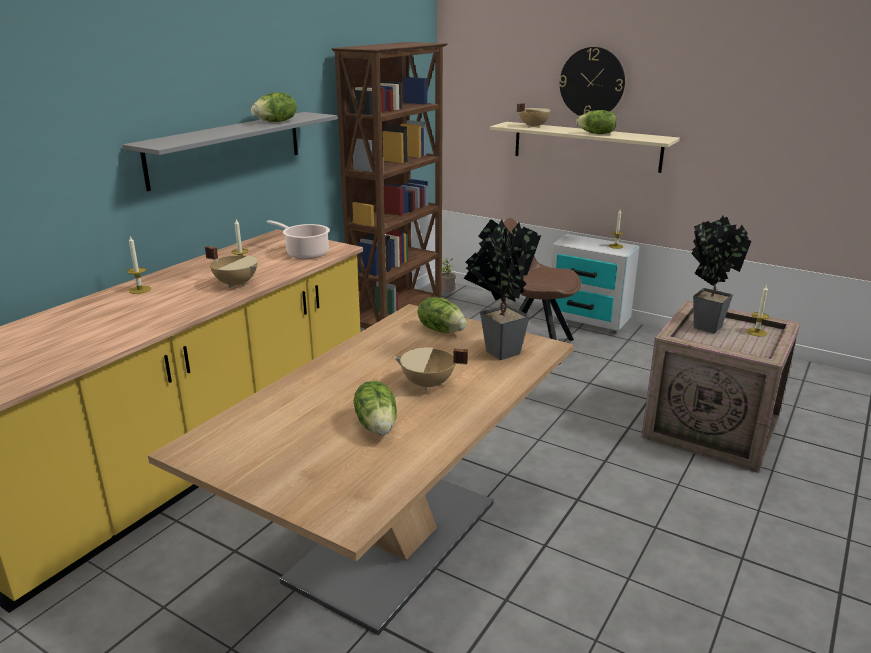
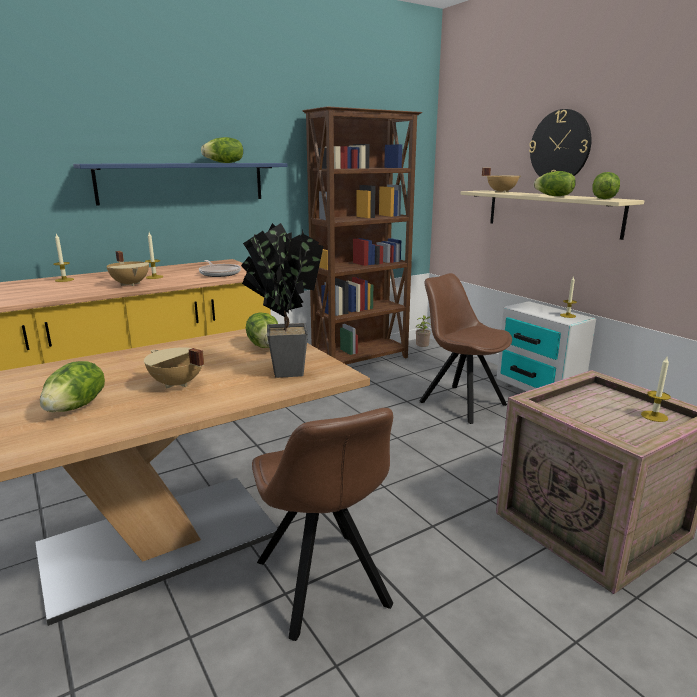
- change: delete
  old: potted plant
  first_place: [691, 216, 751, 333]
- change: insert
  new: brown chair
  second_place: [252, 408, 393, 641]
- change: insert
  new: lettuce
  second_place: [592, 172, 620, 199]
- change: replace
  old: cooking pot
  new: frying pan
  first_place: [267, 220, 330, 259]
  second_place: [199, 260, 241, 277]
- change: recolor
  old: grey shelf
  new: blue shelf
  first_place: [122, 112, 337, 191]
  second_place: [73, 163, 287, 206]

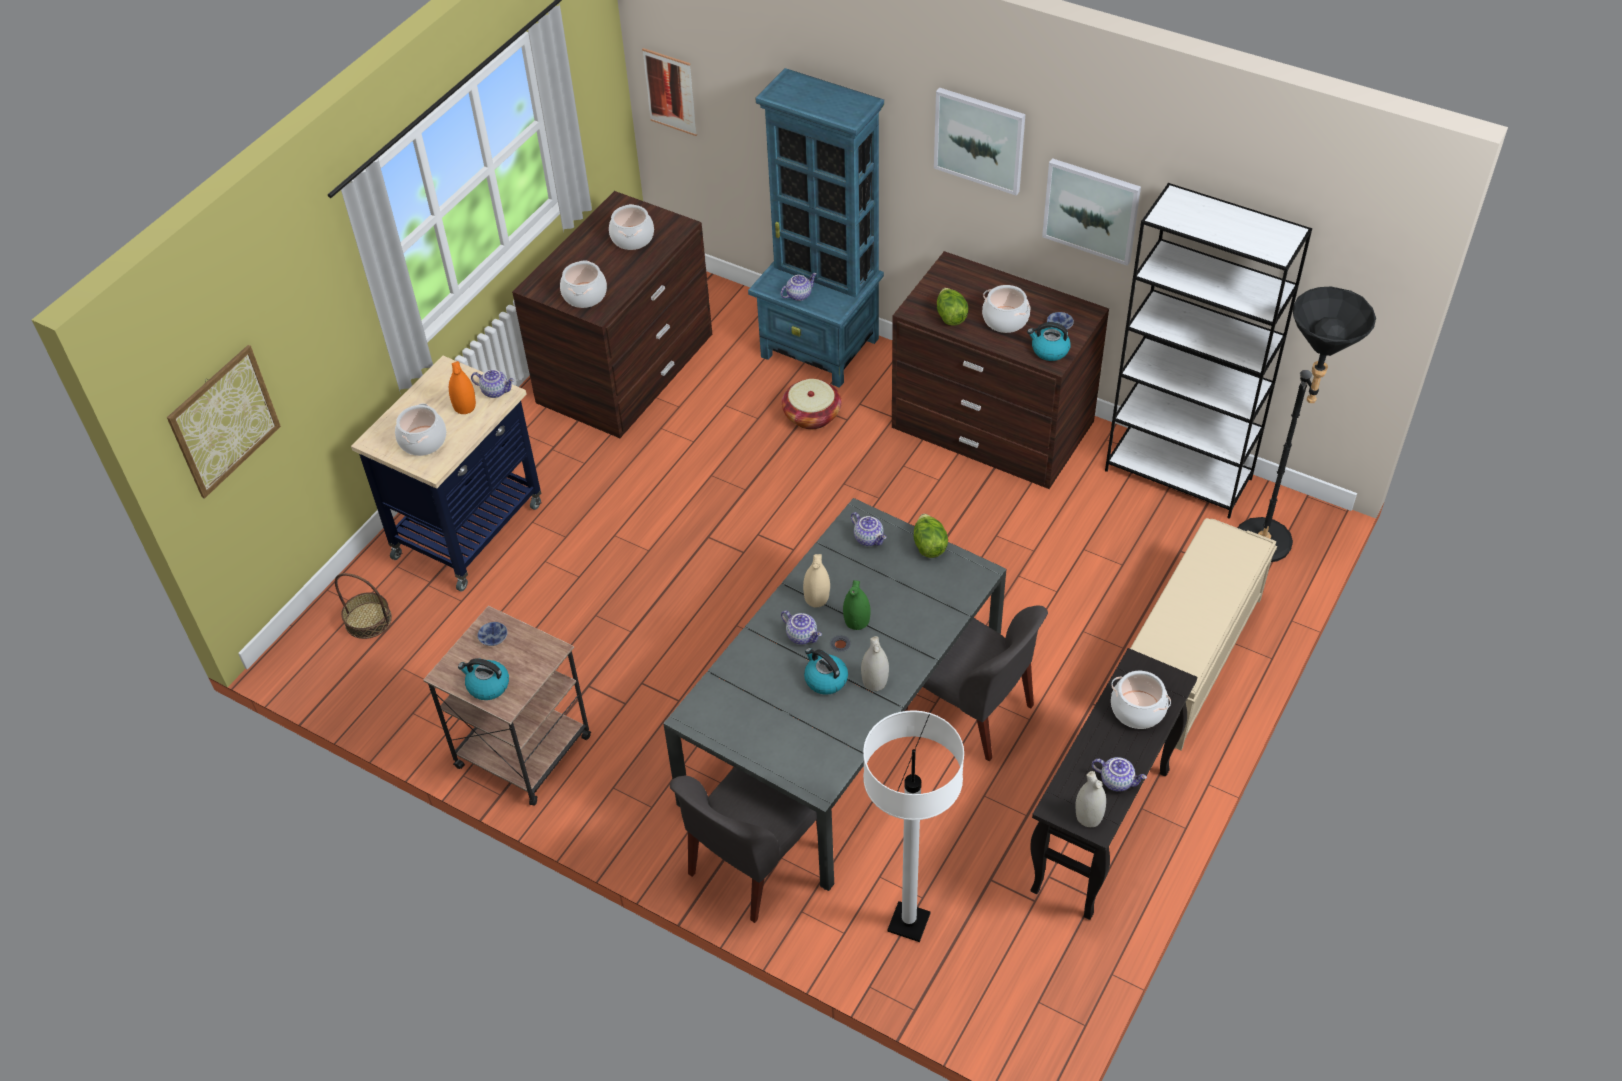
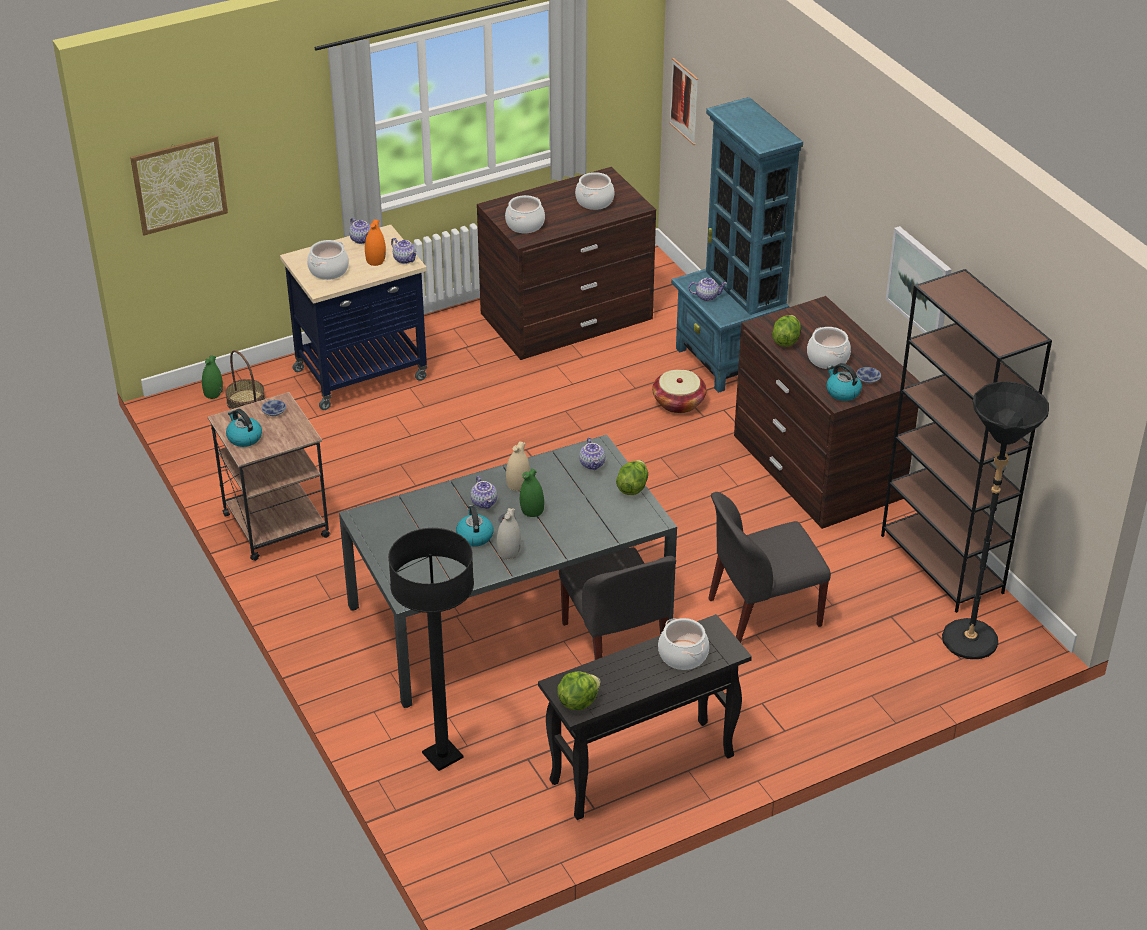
- change: delete
  old: picture
  first_place: [934, 87, 1025, 196]
- change: delete
  old: beige bench
  first_place: [1130, 518, 1277, 751]
- change: insert
  new: green vase
  second_place: [202, 355, 223, 399]
- change: move
  old: grey chair
  first_place: [670, 767, 818, 923]
  second_place: [708, 492, 831, 643]
- change: move
  old: teapot
  first_place: [1092, 757, 1147, 792]
  second_place: [349, 217, 371, 244]
- change: replace
  old: white vase
  new: lettuce
  first_place: [1075, 771, 1106, 827]
  second_place: [557, 671, 601, 710]
- change: recolor
  old: white floor lamp
  new: black floor lamp
  first_place: [863, 710, 964, 942]
  second_place: [388, 528, 474, 771]
- change: recolor
  old: white bookcase
  new: brown bookcase
  first_place: [1105, 183, 1312, 519]
  second_place: [881, 269, 1052, 613]

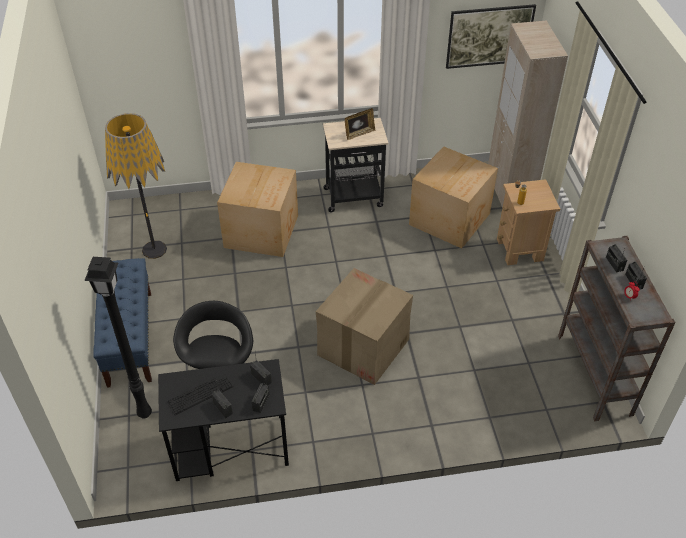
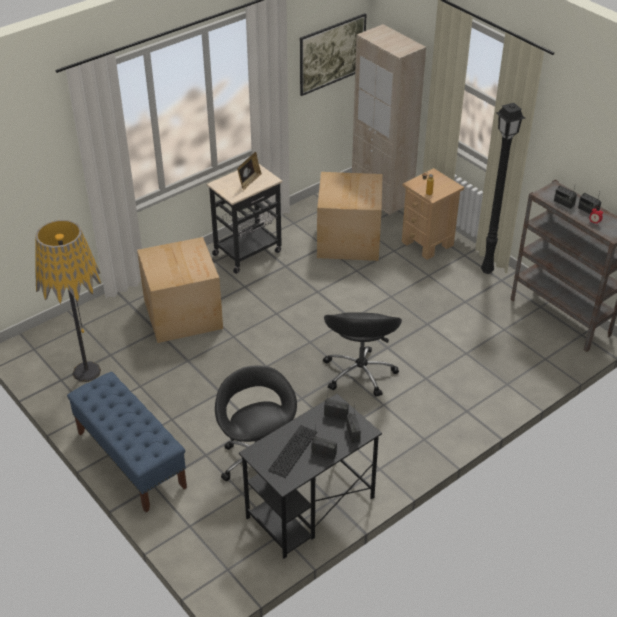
- change: move
  old: black floor lamp
  first_place: [84, 257, 152, 419]
  second_place: [481, 103, 525, 274]
- change: replace
  old: cardboard box
  new: black office chair
  first_place: [316, 268, 413, 385]
  second_place: [323, 312, 402, 397]

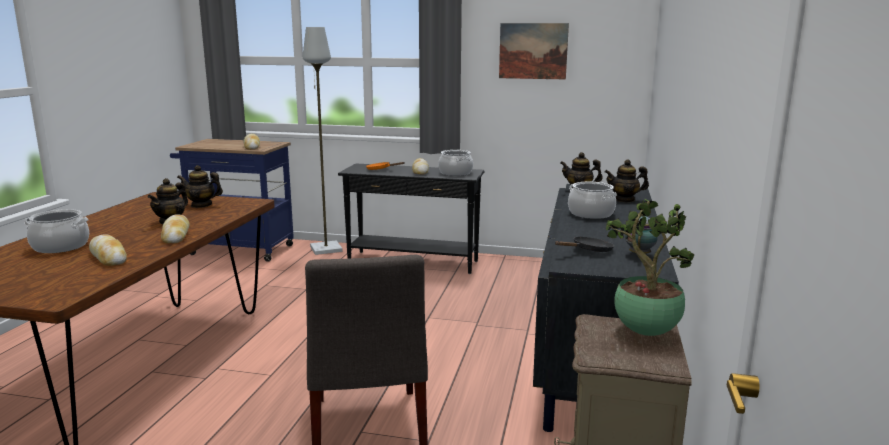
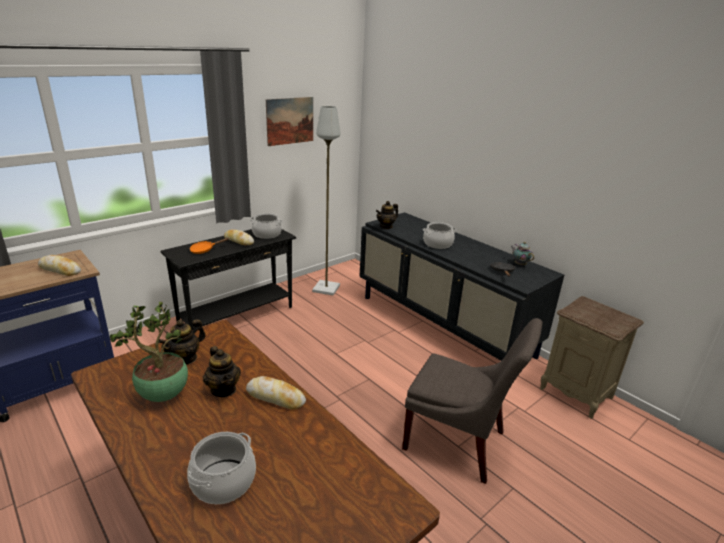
- change: delete
  old: bread
  first_place: [89, 234, 127, 266]
- change: delete
  old: teapot
  first_place: [605, 159, 649, 202]
- change: move
  old: grey floor lamp
  first_place: [303, 27, 343, 255]
  second_place: [312, 106, 341, 296]
- change: move
  old: potted plant
  first_place: [606, 198, 694, 336]
  second_place: [110, 302, 188, 402]

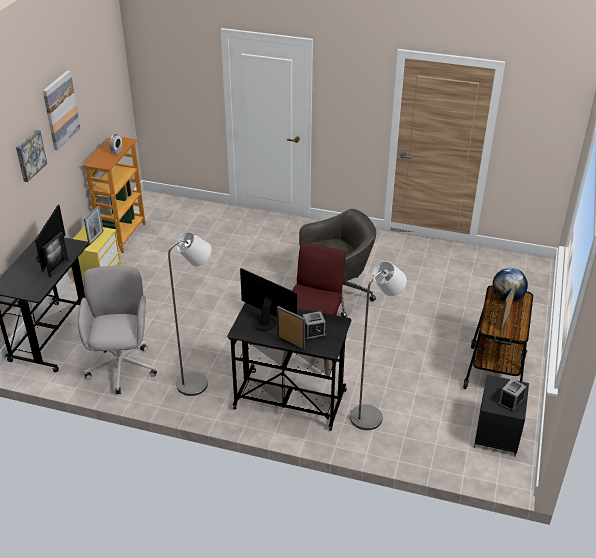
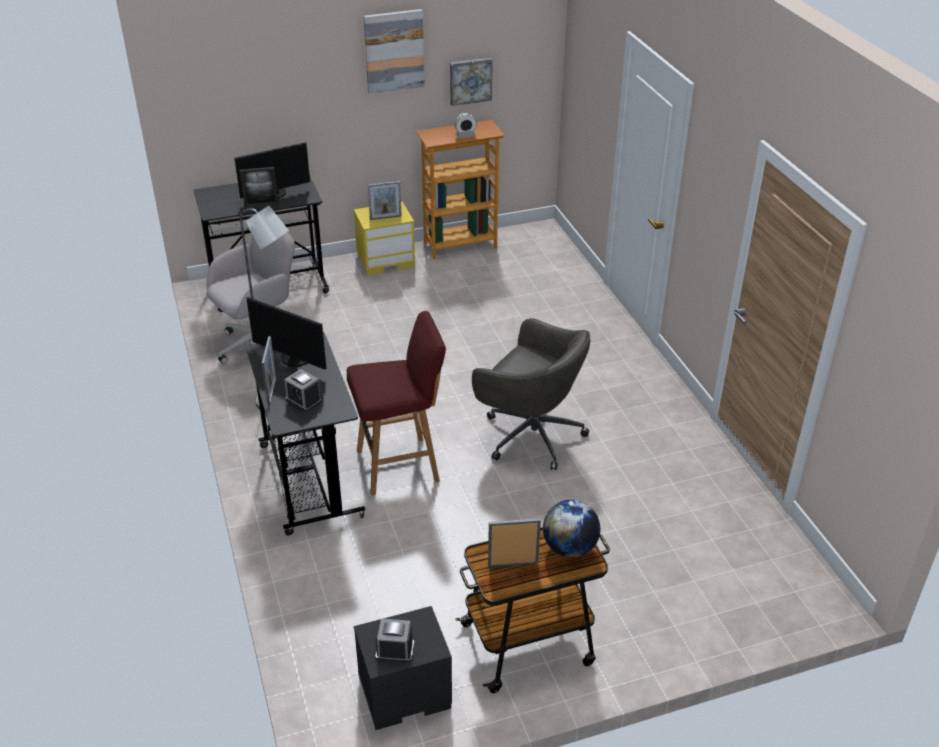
- change: delete
  old: grey floor lamp
  first_place: [350, 261, 407, 430]
- change: move
  old: picture
  first_place: [16, 129, 47, 182]
  second_place: [450, 58, 493, 106]
- change: rotate
  old: monitor
  first_place: [240, 268, 297, 331]
  second_place: [247, 297, 327, 369]
  degrees: 120

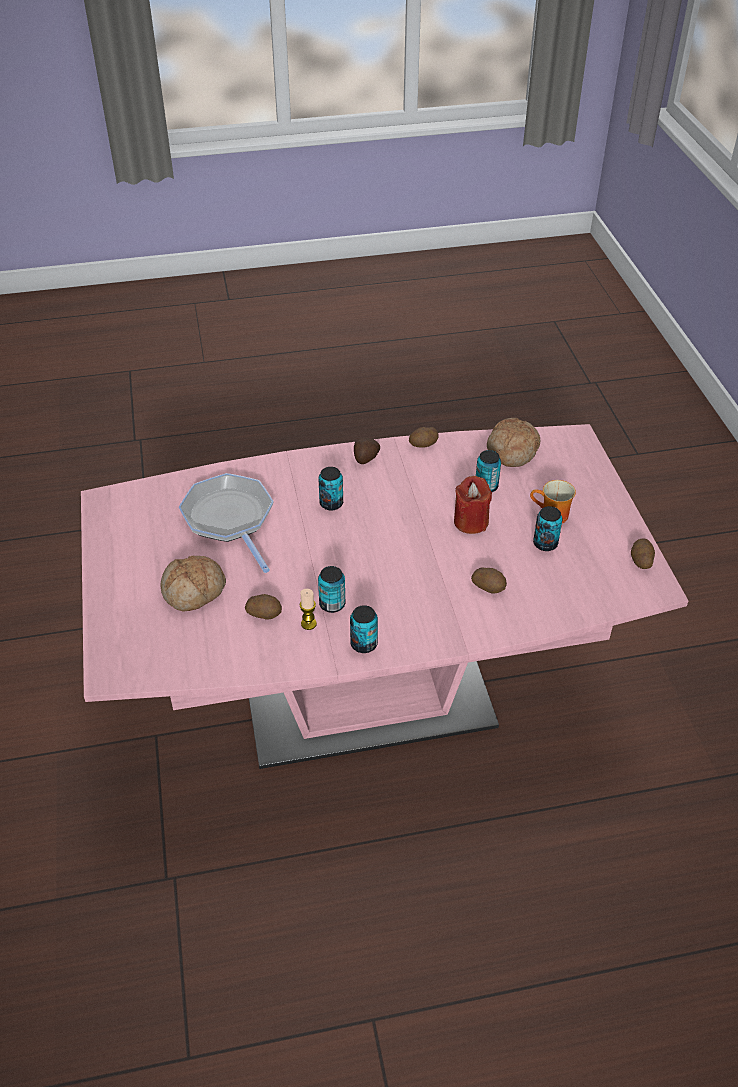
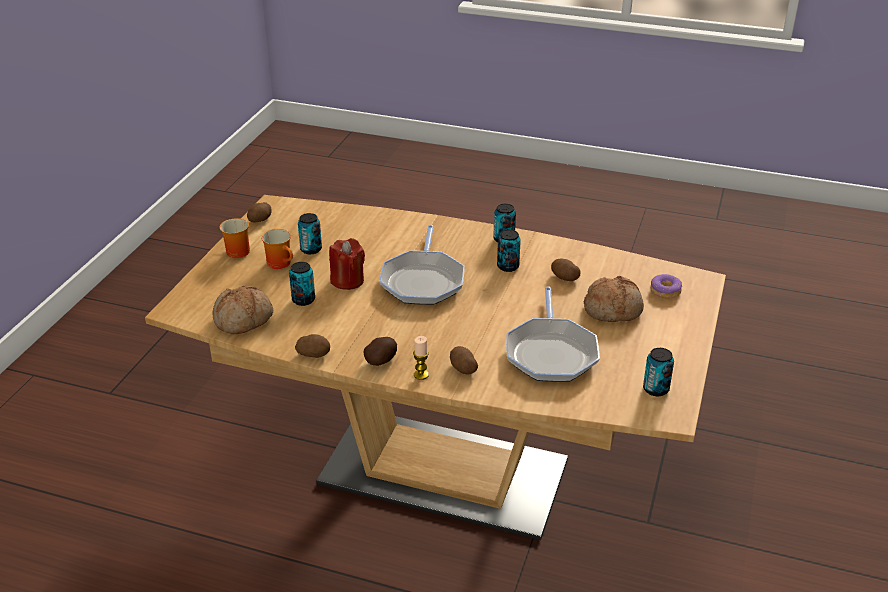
- change: insert
  new: mug
  second_place: [219, 218, 250, 258]
- change: insert
  new: frying pan
  second_place: [379, 225, 465, 305]
- change: insert
  new: donut
  second_place: [651, 274, 682, 298]
- change: move
  old: candle
  first_place: [300, 589, 317, 630]
  second_place: [413, 336, 429, 380]
- change: move
  old: can
  first_place: [318, 467, 343, 511]
  second_place: [643, 348, 674, 396]
- change: move
  old: potato
  first_place: [471, 568, 507, 593]
  second_place: [450, 346, 478, 374]
- change: recolor
  old: pink dining table
  new: brown dining table
  first_place: [81, 424, 688, 769]
  second_place: [145, 195, 726, 540]

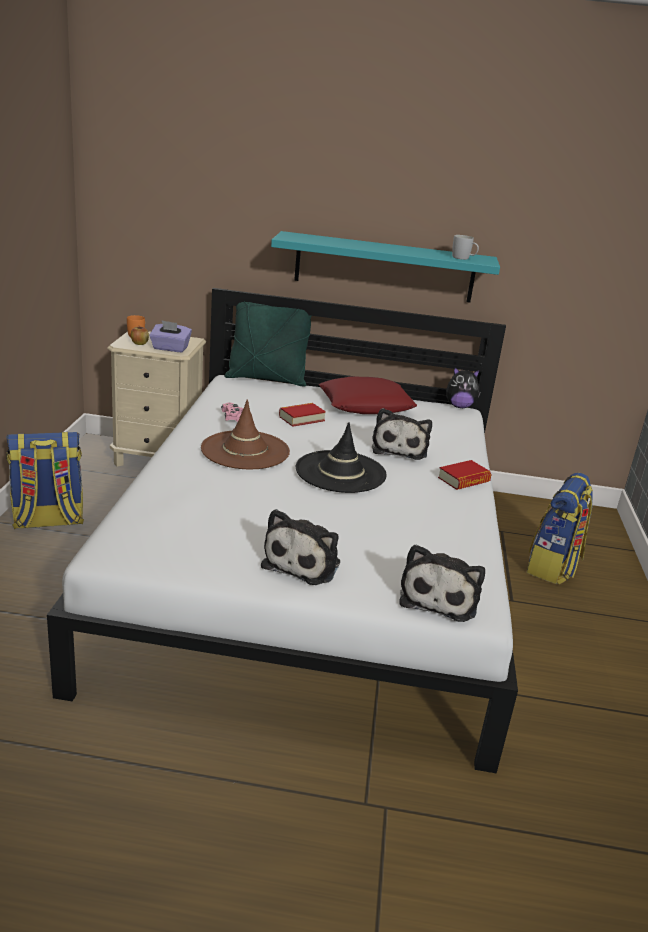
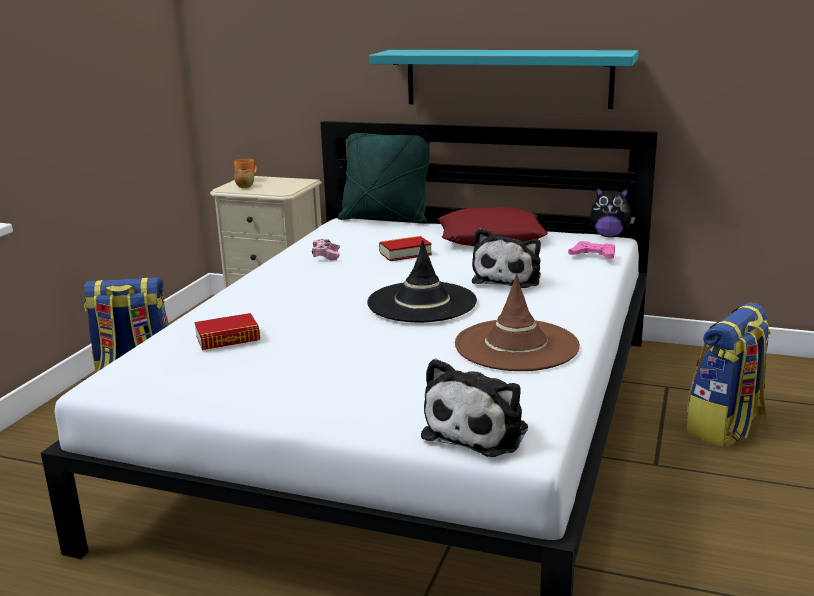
- change: delete
  old: purple tissue box
  first_place: [149, 320, 192, 352]
- change: delete
  old: plush toy
  first_place: [261, 509, 340, 585]
- change: delete
  old: white mug
  first_place: [452, 235, 479, 260]
- change: insert
  new: pink game controller
  second_place: [568, 241, 615, 259]
- change: move
  old: brown hat
  first_place: [201, 399, 290, 469]
  second_place: [455, 273, 580, 371]
- change: move
  old: book
  first_place: [438, 460, 492, 490]
  second_place: [194, 313, 260, 350]

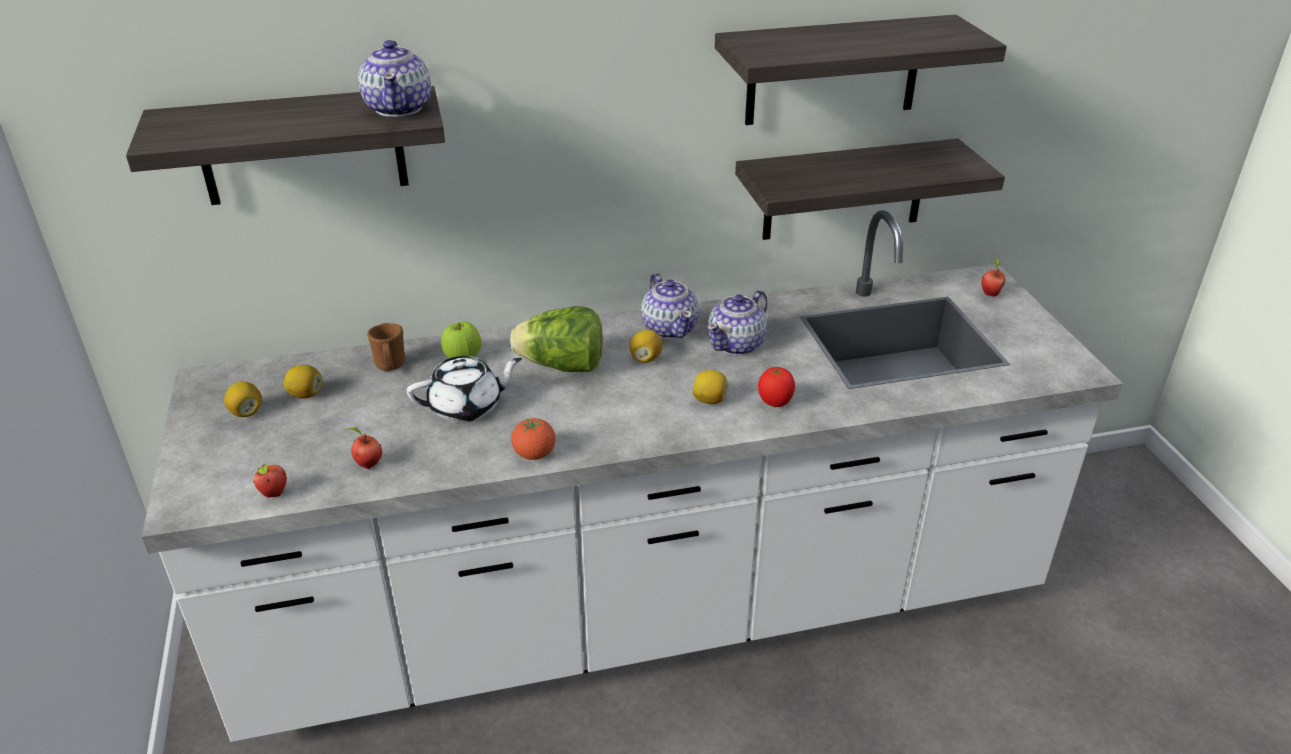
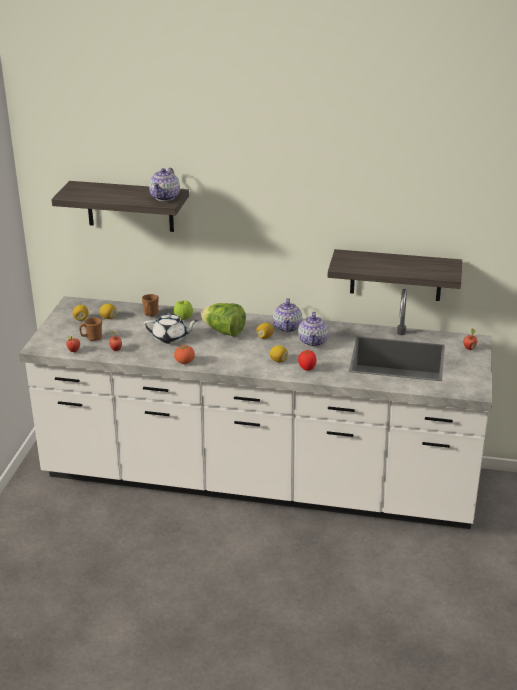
- change: delete
  old: shelf
  first_place: [715, 15, 1007, 125]
- change: insert
  new: brown mug
  second_place: [79, 317, 102, 341]
- change: rotate
  old: teapot
  first_place: [707, 290, 767, 355]
  second_place: [298, 312, 329, 347]
  degrees: -60

